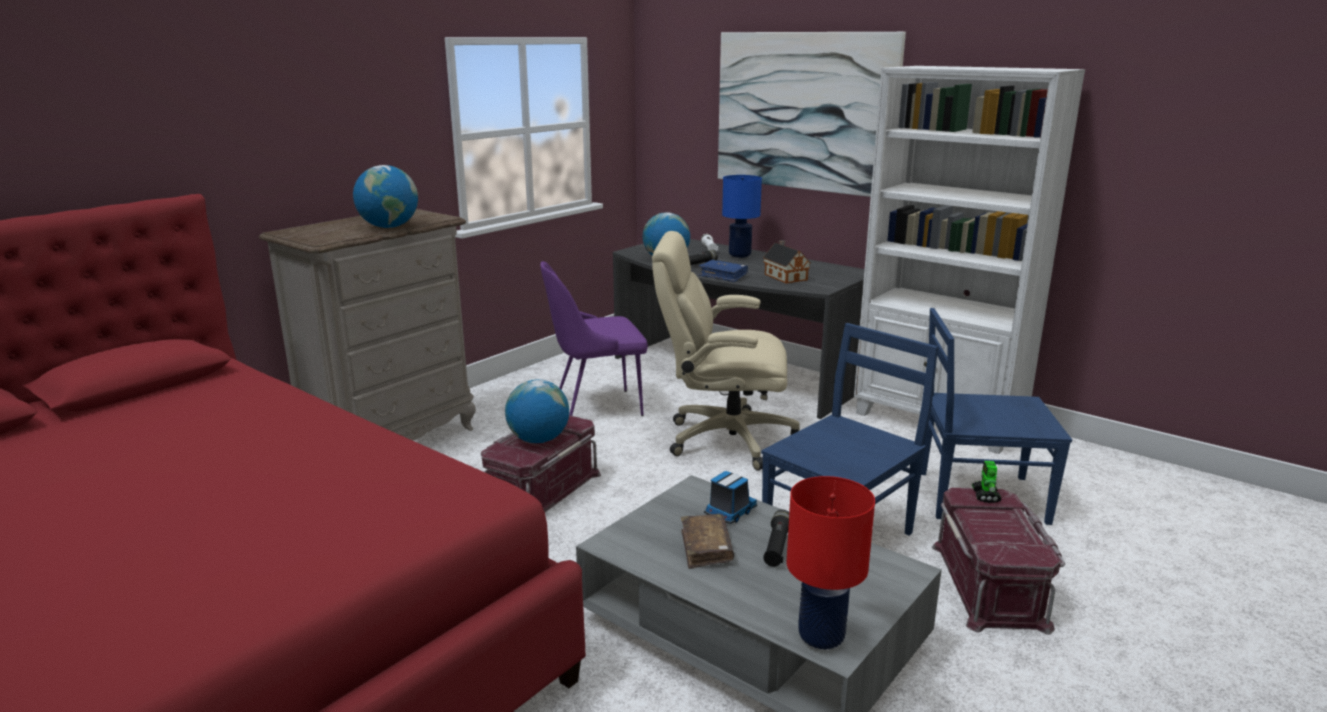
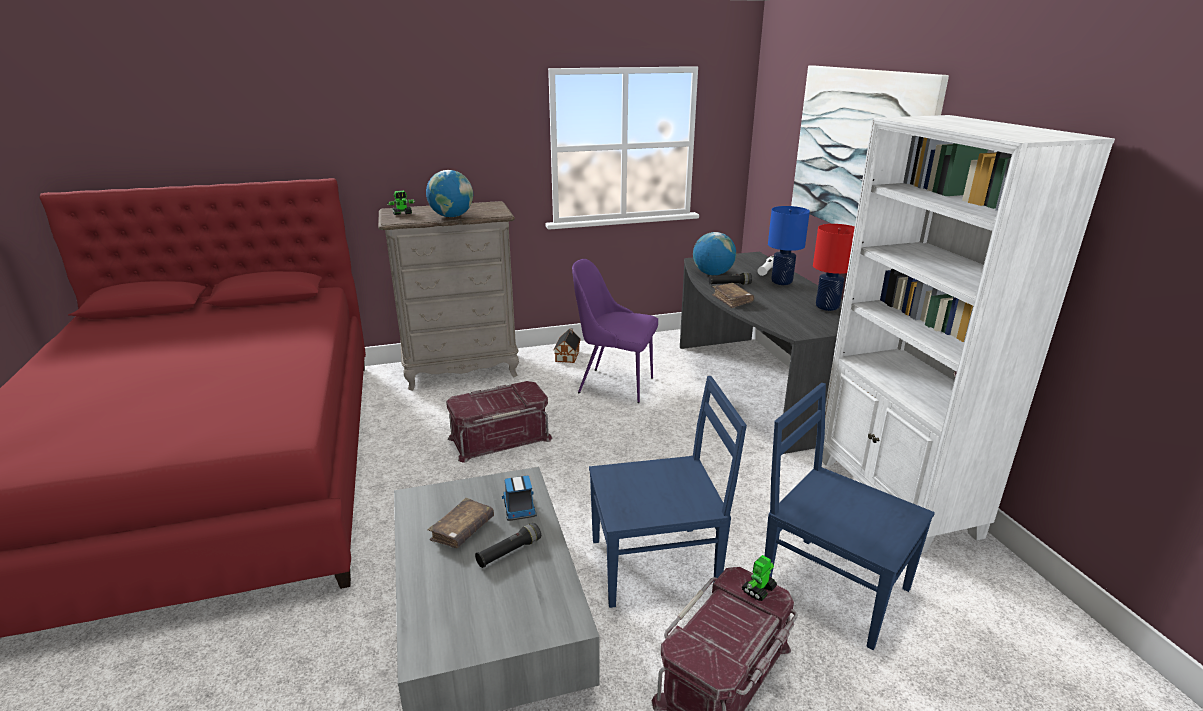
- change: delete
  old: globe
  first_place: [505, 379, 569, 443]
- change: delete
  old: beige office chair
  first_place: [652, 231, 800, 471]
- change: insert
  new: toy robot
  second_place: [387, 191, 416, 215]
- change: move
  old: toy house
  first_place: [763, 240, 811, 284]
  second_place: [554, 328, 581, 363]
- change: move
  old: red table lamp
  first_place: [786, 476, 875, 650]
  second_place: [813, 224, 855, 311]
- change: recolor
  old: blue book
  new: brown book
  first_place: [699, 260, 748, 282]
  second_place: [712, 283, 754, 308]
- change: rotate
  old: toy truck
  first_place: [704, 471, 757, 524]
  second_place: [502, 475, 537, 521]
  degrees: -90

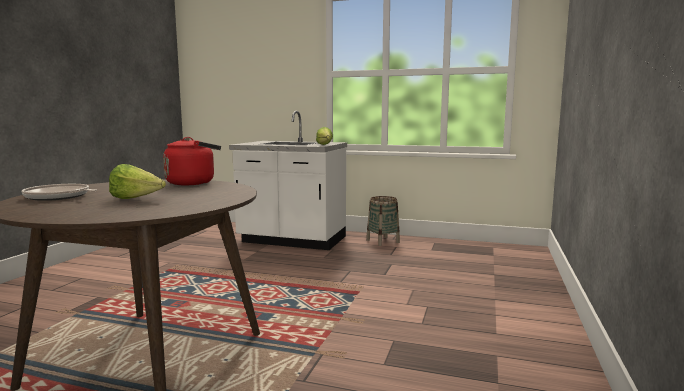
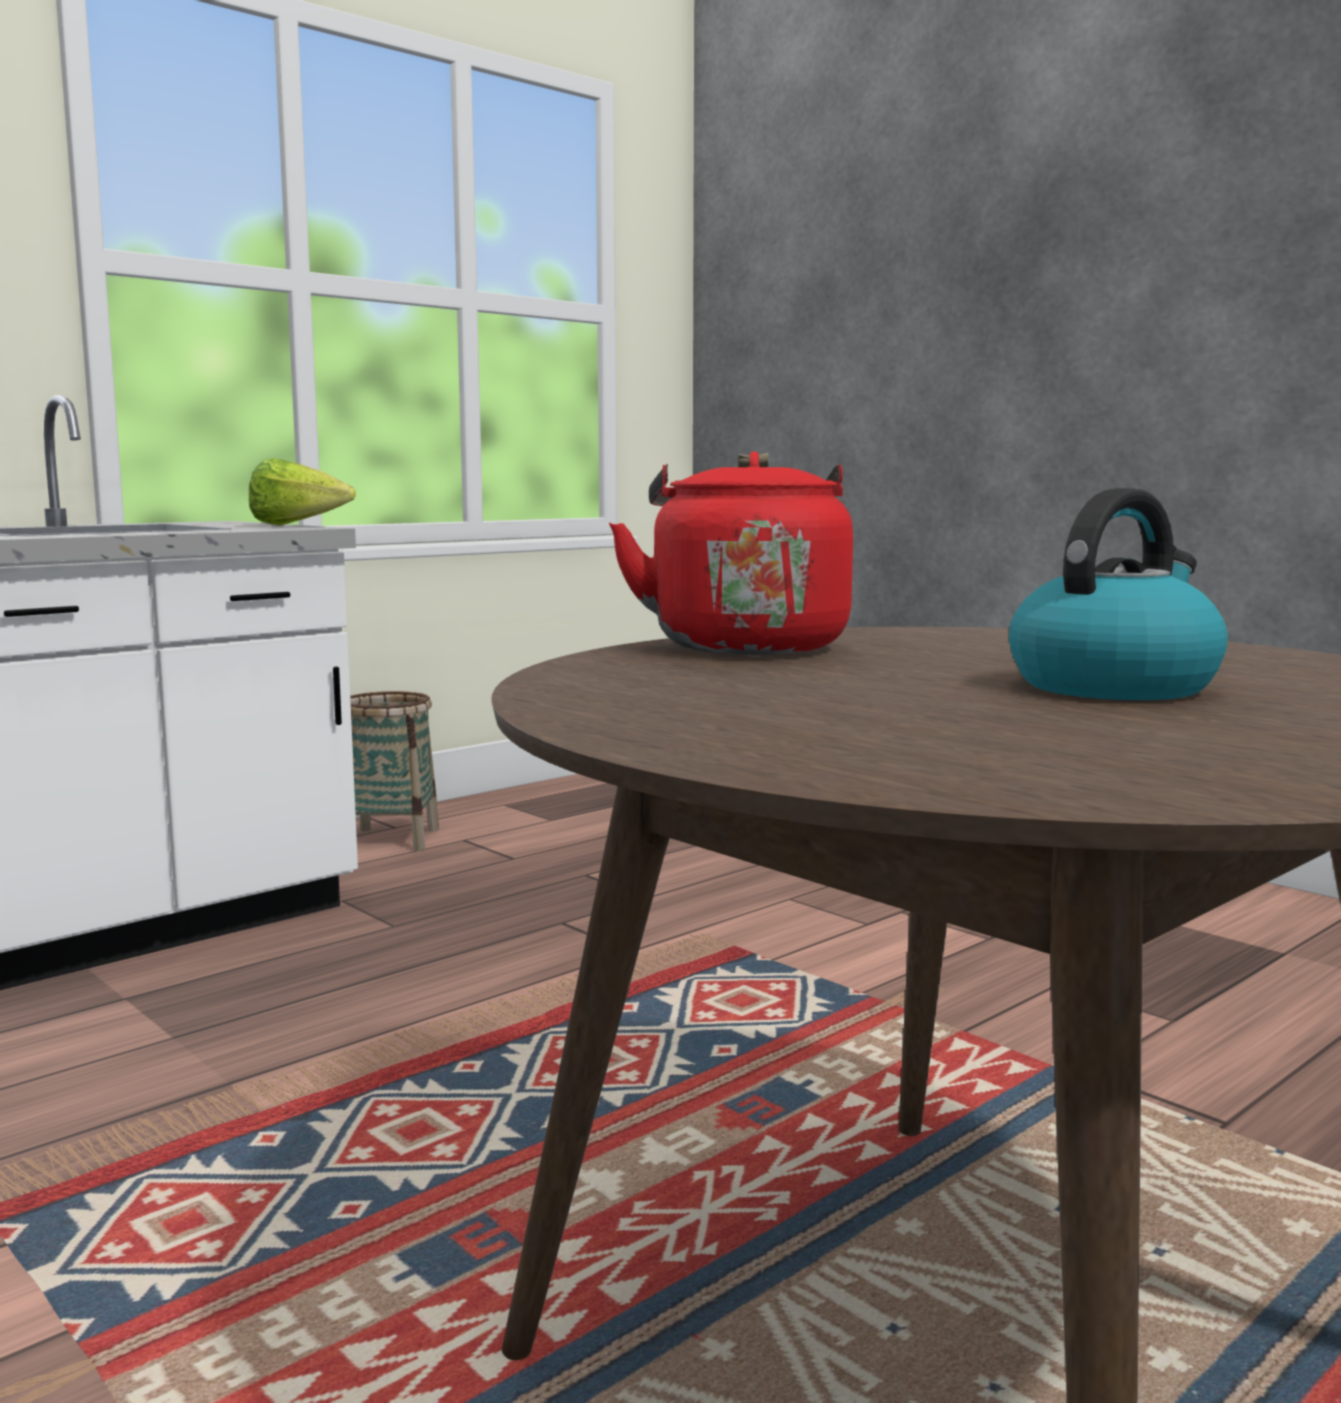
- change: delete
  old: frying pan
  first_place: [22, 184, 97, 201]
- change: replace
  old: lettuce
  new: kettle
  first_place: [109, 164, 166, 199]
  second_place: [1009, 488, 1228, 700]

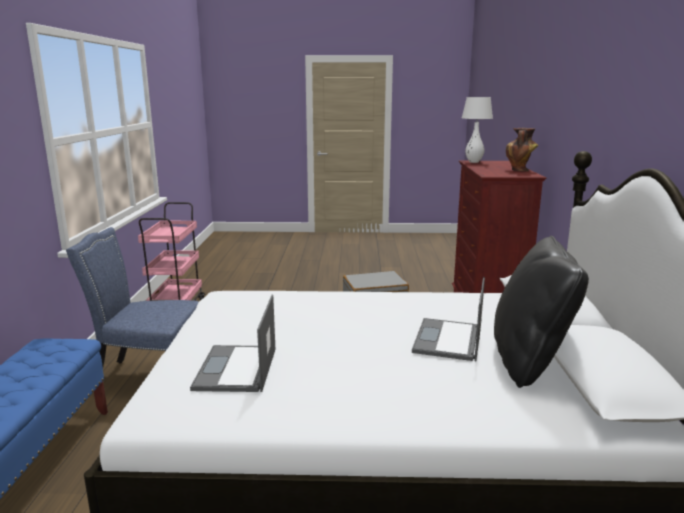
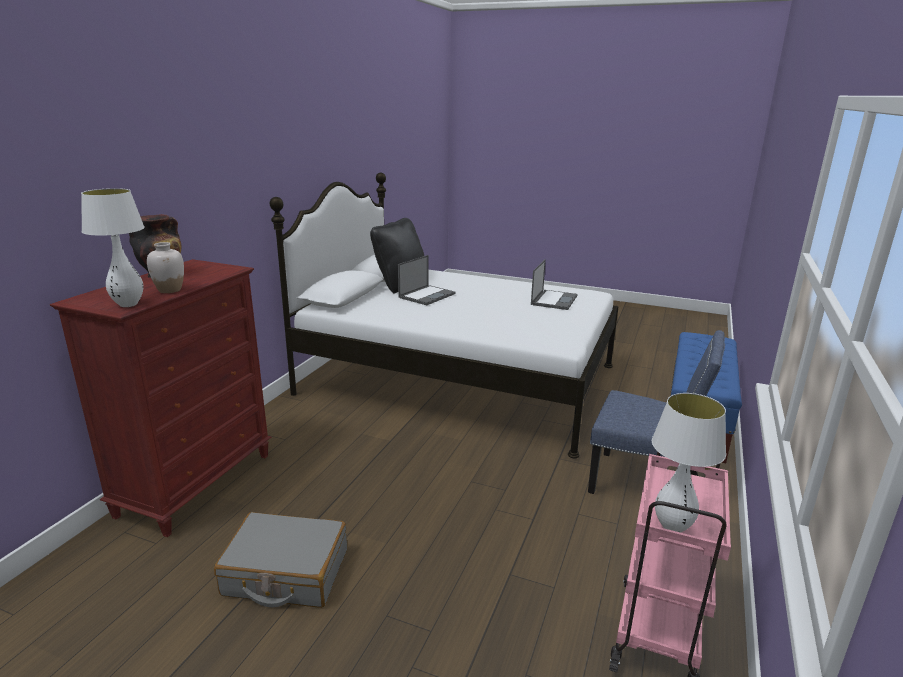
- change: insert
  new: white vase
  second_place: [147, 242, 184, 293]
- change: insert
  new: white table lamp
  second_place: [652, 393, 726, 533]

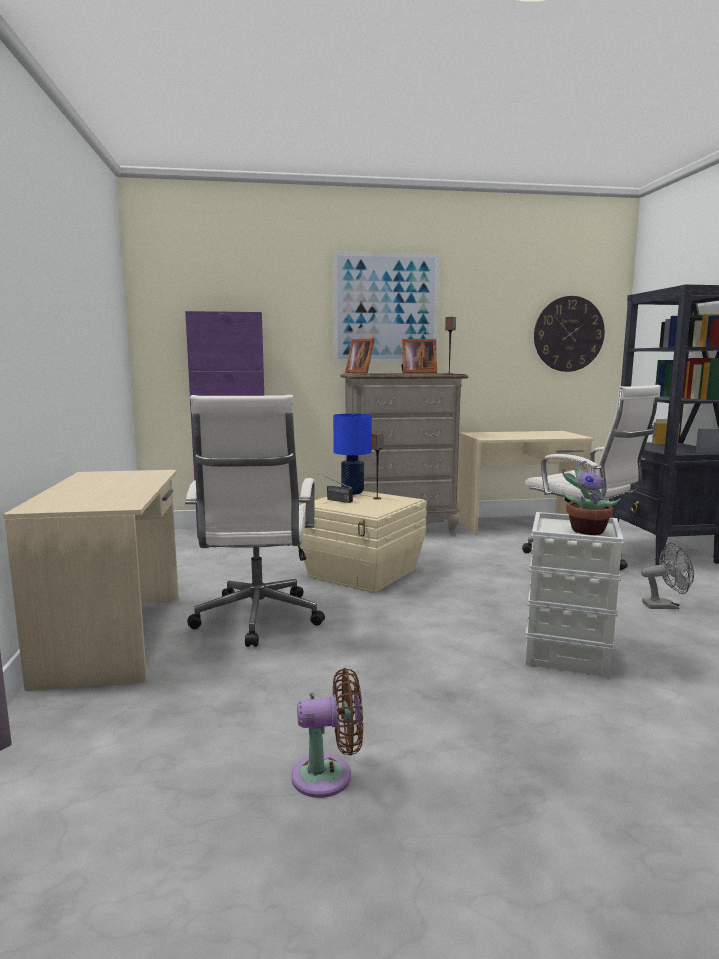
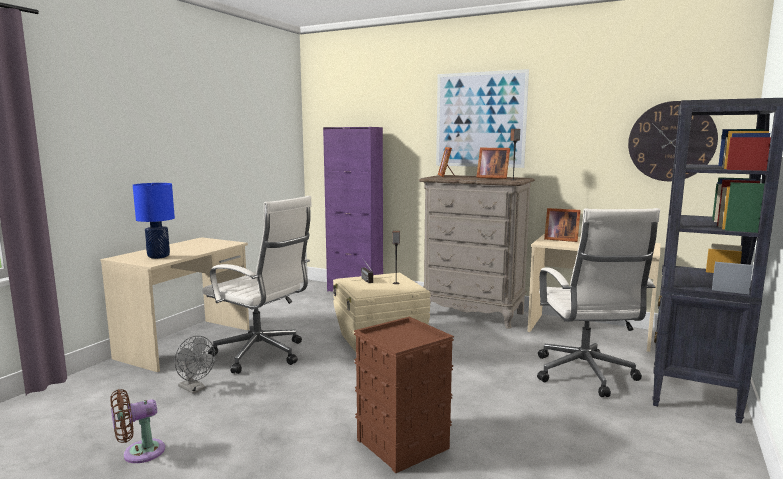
- change: delete
  old: potted plant
  first_place: [562, 461, 621, 535]
- change: insert
  new: picture frame
  second_place: [544, 208, 581, 242]
- change: move
  old: blue table lamp
  first_place: [333, 414, 372, 495]
  second_place: [133, 183, 175, 259]
- change: move
  old: grey fan
  first_place: [641, 543, 694, 609]
  second_place: [174, 336, 215, 394]
- change: recolor
  old: grey storage box
  new: brown storage box
  first_place: [525, 512, 624, 678]
  second_place: [354, 317, 454, 473]
- change: rotate
  old: white office chair
  first_place: [185, 395, 325, 647]
  second_place: [202, 195, 311, 374]
  degrees: -90
- change: rotate
  old: brown fan
  first_place: [291, 668, 363, 798]
  second_place: [110, 389, 165, 463]
  degrees: 120

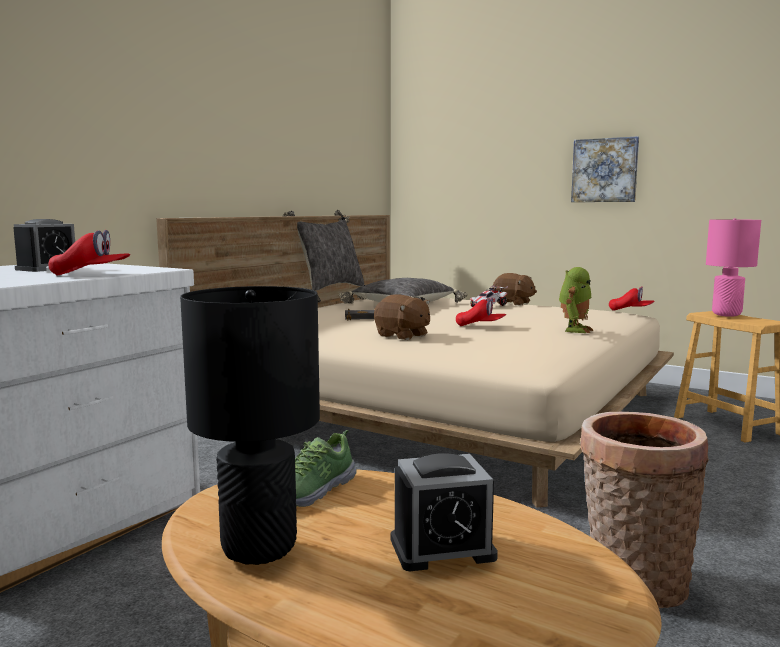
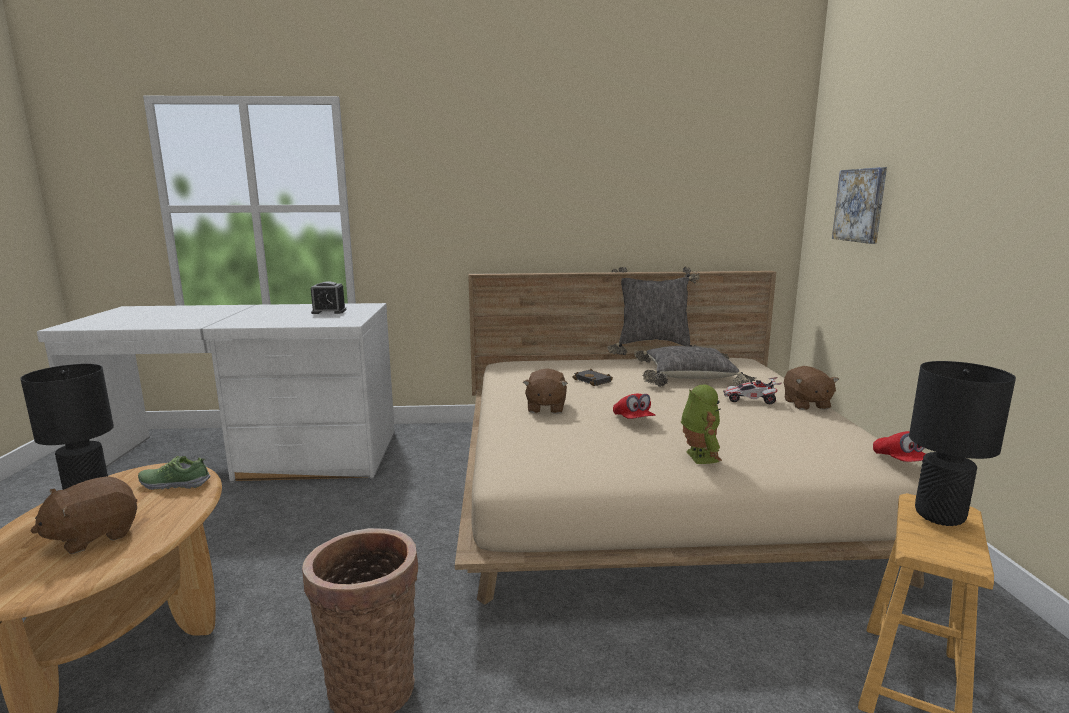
- change: delete
  old: red cap
  first_place: [49, 230, 130, 275]
- change: move
  old: picture
  first_place: [571, 136, 639, 202]
  second_place: [832, 167, 887, 244]
- change: replace
  old: alarm clock
  new: brown plush toy
  first_place: [391, 453, 498, 571]
  second_place: [31, 476, 137, 554]
- change: recolor
  old: pink table lamp
  new: black table lamp
  first_place: [706, 218, 761, 317]
  second_place: [909, 361, 1016, 526]
- change: rotate
  old: toy robot
  first_place: [559, 267, 593, 333]
  second_place: [681, 385, 722, 464]
  degrees: -90

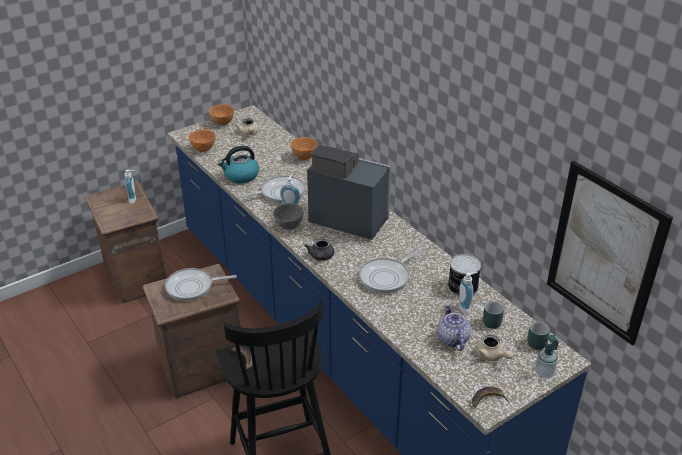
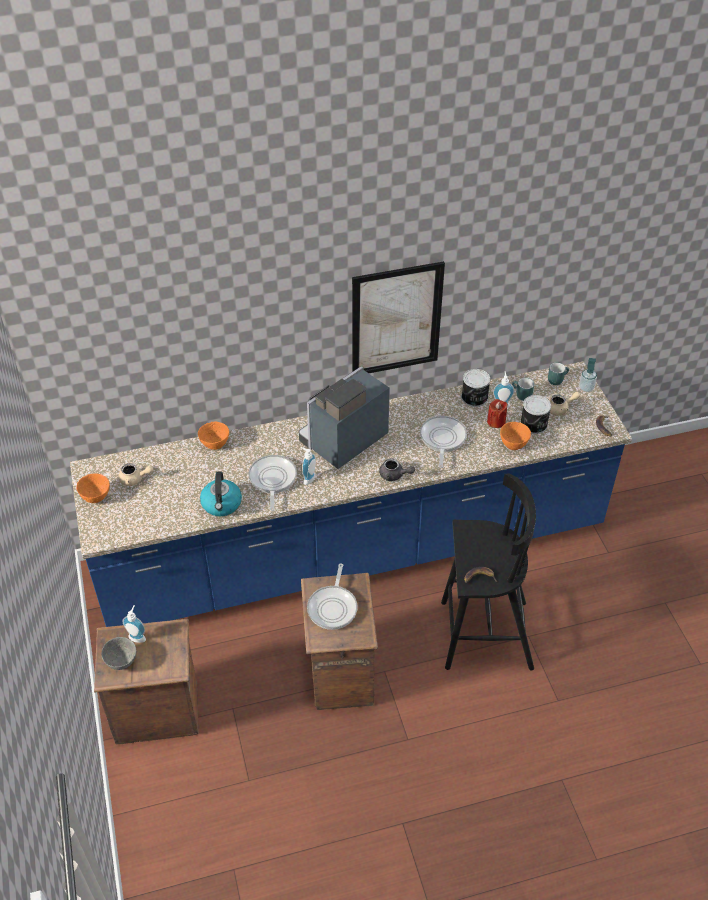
- change: insert
  new: red candle
  second_place: [487, 399, 508, 428]
- change: move
  old: orange bowl
  first_place: [188, 129, 216, 152]
  second_place: [500, 422, 531, 450]
- change: move
  old: grey bowl
  first_place: [273, 203, 304, 230]
  second_place: [101, 637, 136, 670]
- change: move
  old: picture
  first_place: [547, 161, 673, 346]
  second_place: [352, 261, 445, 373]
- change: replace
  old: teapot
  new: can
  first_place: [437, 303, 471, 351]
  second_place: [520, 395, 551, 434]
- change: rotate
  old: frying pan
  first_place: [359, 249, 421, 294]
  second_place: [420, 416, 467, 468]
  degrees: -150

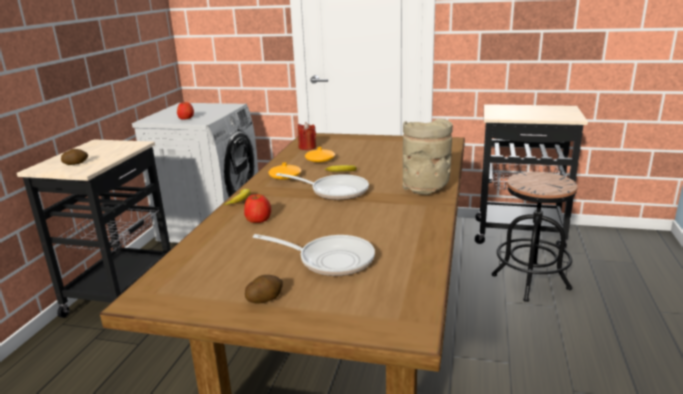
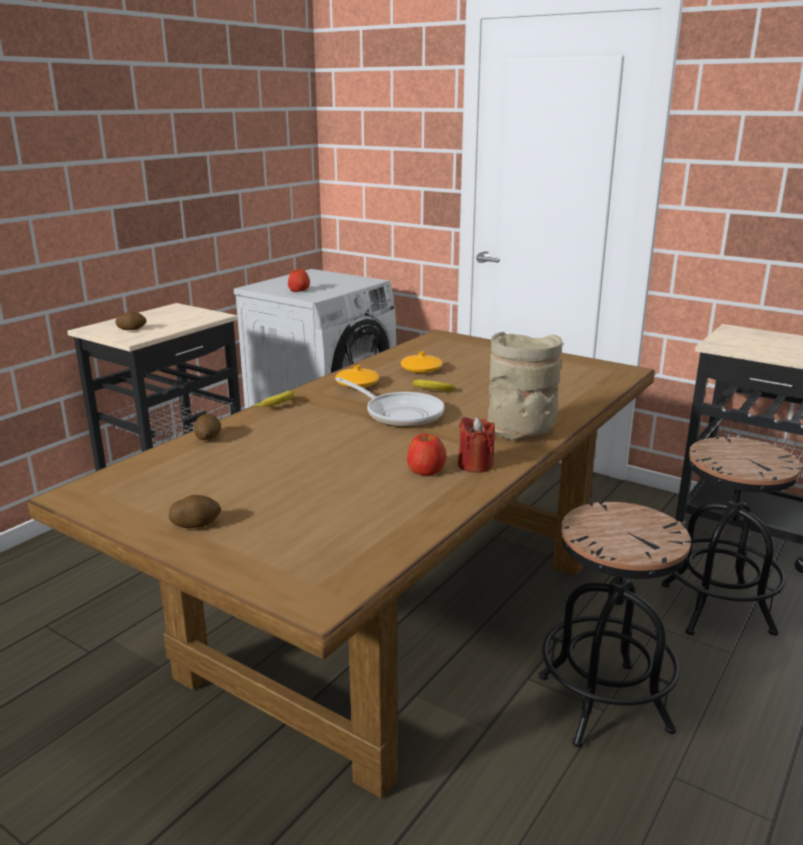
- change: delete
  old: frying pan
  first_place: [253, 234, 375, 276]
- change: insert
  new: potato
  second_place: [194, 414, 221, 440]
- change: insert
  new: black stool
  second_place: [539, 502, 691, 748]
- change: move
  old: apple
  first_place: [244, 194, 271, 223]
  second_place: [407, 434, 447, 475]
- change: move
  old: red candle
  first_place: [298, 122, 316, 150]
  second_place: [458, 417, 495, 473]

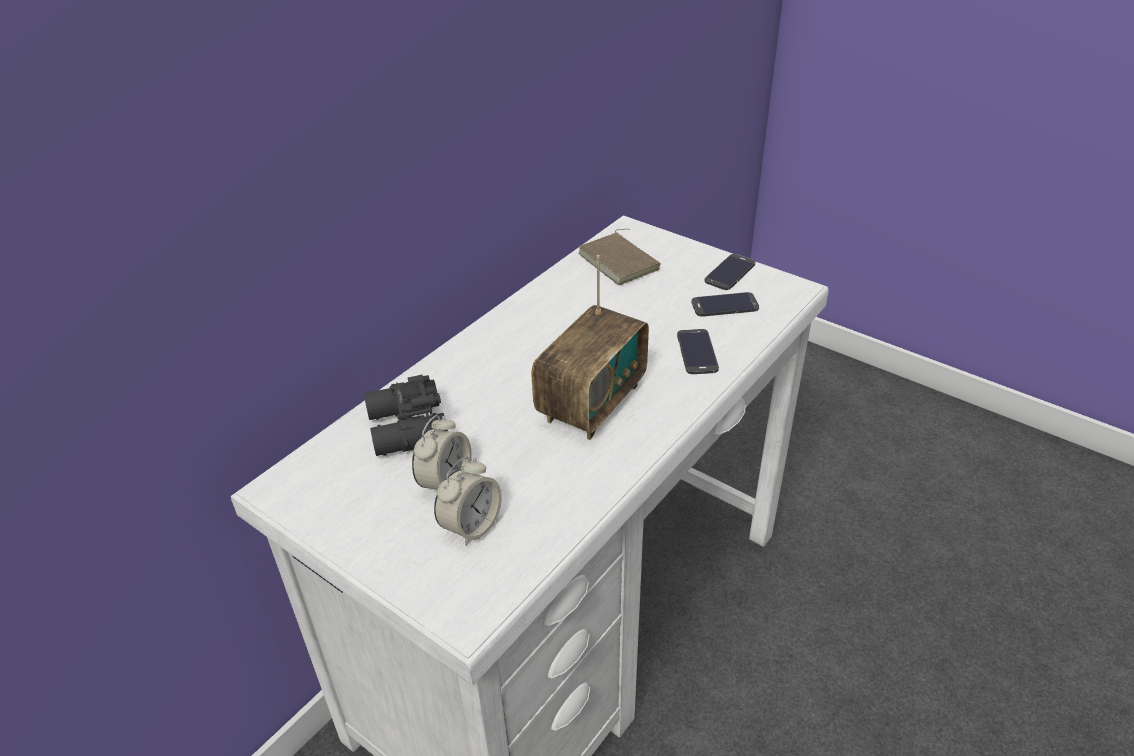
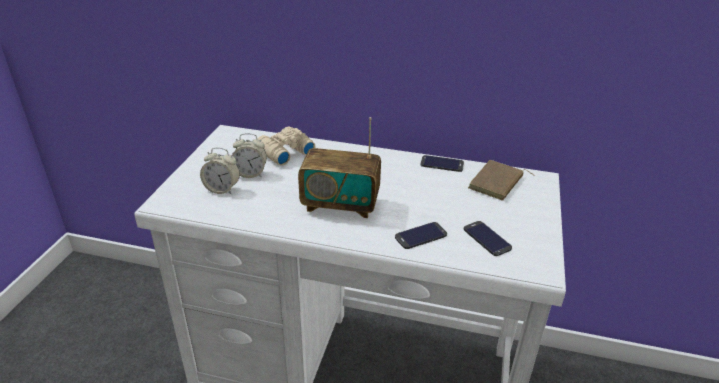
- change: move
  old: phone
  first_place: [704, 254, 755, 290]
  second_place: [420, 155, 464, 172]
- change: recolor
  old: black binoculars
  new: beige binoculars
  first_place: [364, 375, 448, 456]
  second_place: [258, 127, 315, 166]

